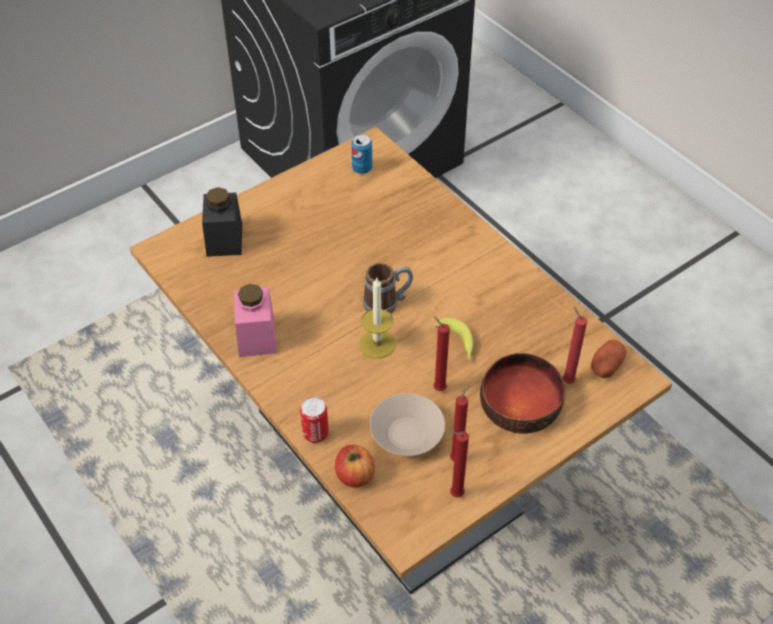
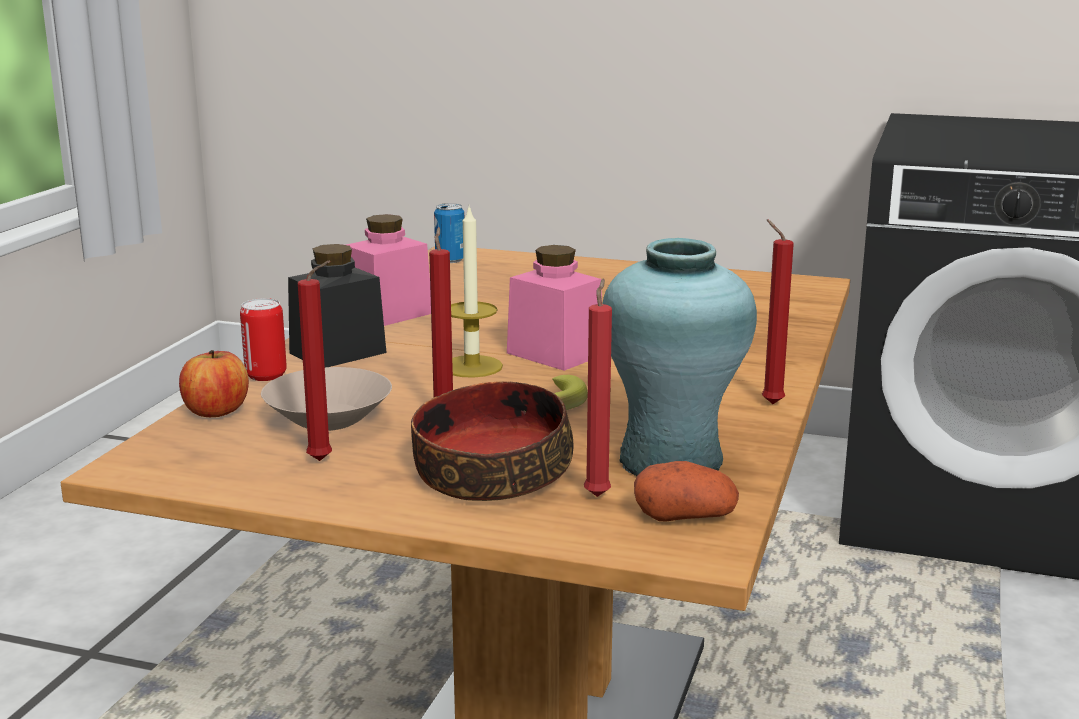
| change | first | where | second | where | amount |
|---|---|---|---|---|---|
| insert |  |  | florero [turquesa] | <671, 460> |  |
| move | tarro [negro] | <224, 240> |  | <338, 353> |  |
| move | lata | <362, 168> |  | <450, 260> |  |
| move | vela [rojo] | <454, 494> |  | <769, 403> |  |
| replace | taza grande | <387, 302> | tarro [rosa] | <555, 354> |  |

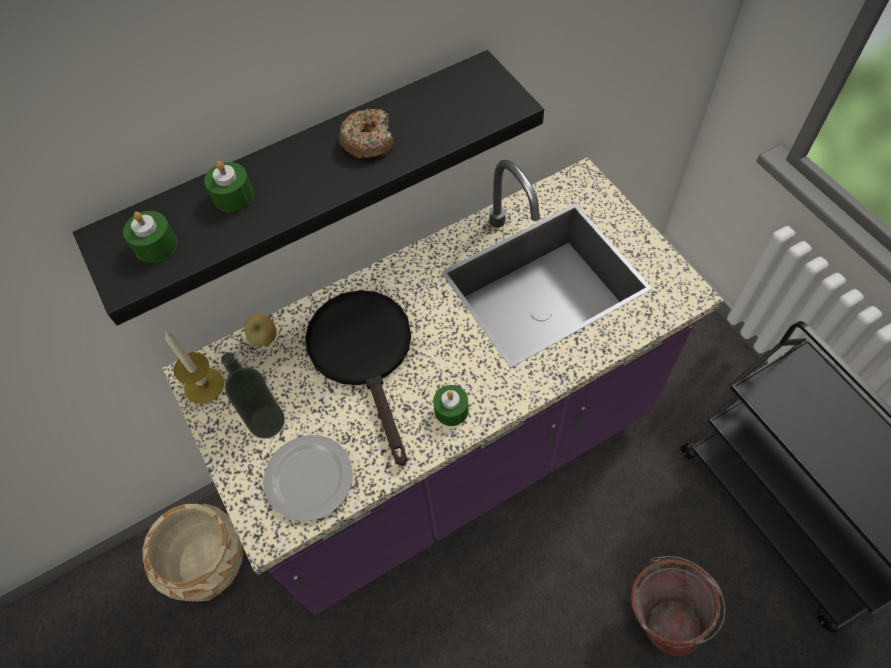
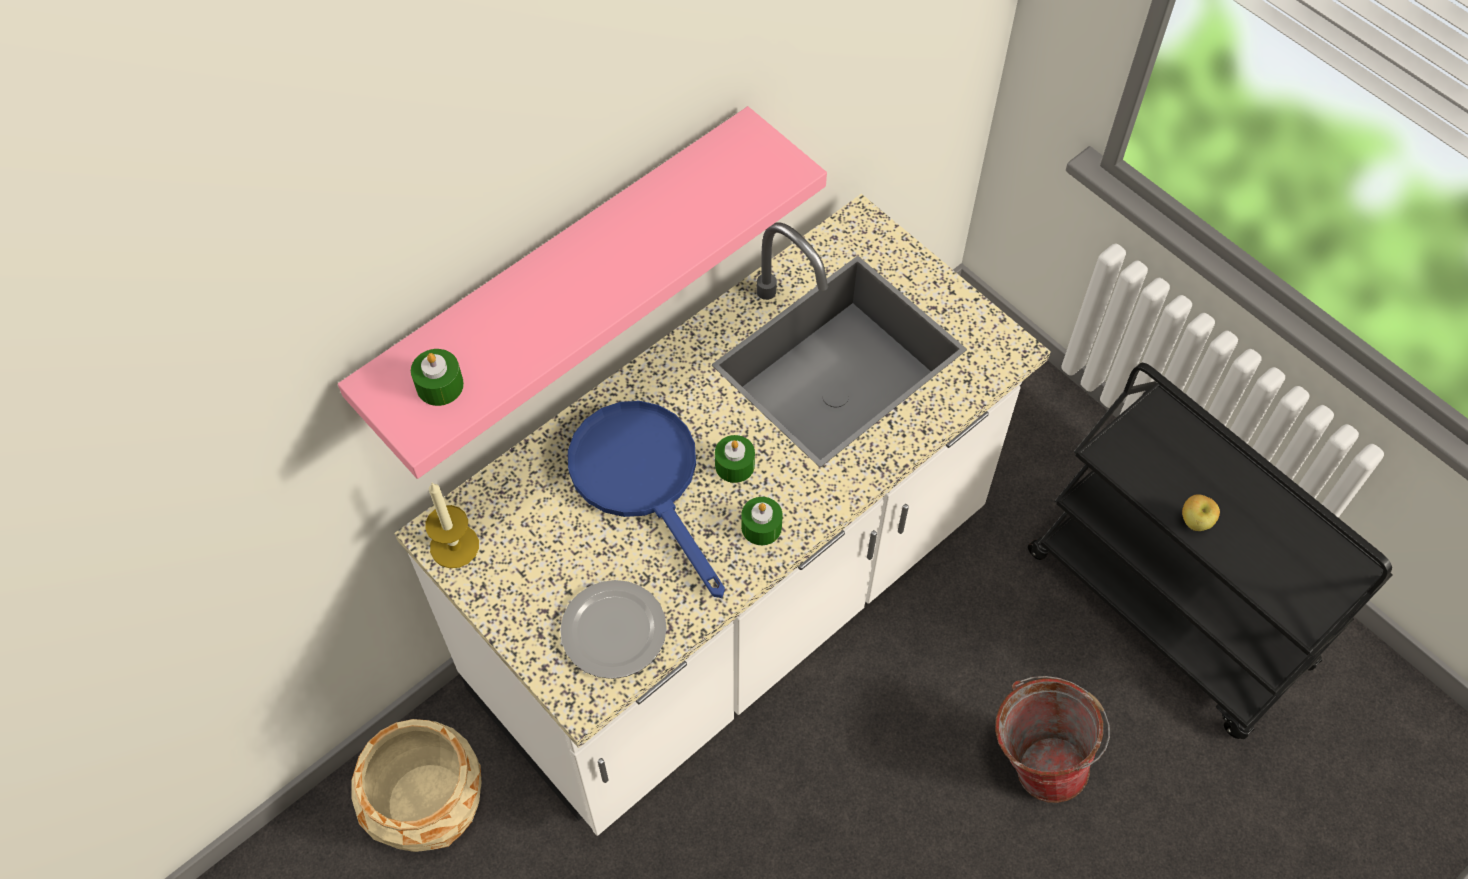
| change | first | where | second | where | amount |
|---|---|---|---|---|---|
| delete | botella | <266, 421> |  |  |  |
| delete | rosquilla | <368, 141> |  |  |  |
| move | vela [verde] | <233, 196> |  | <734, 465> |  |
| move | manzana | <265, 339> |  | <1195, 522> |  |
| recolor | estante [negro] | <305, 172> | estante [rosa] | <560, 274> |  |
| recolor | mueble bajo de cocina [morado] | <455, 456> | mueble bajo de cocina [blanco] | <734, 608> |  |
| recolor | sartén [negro] | <365, 355> | sartén [azul] | <643, 479> |  |

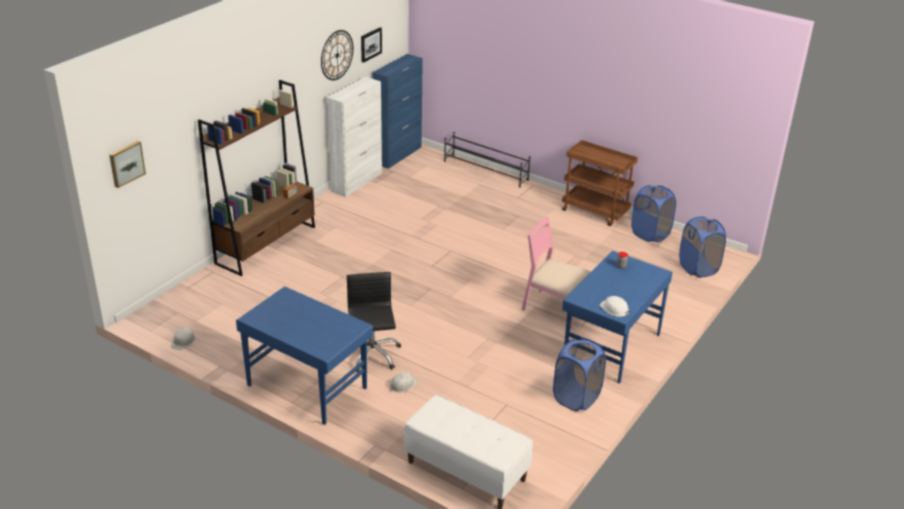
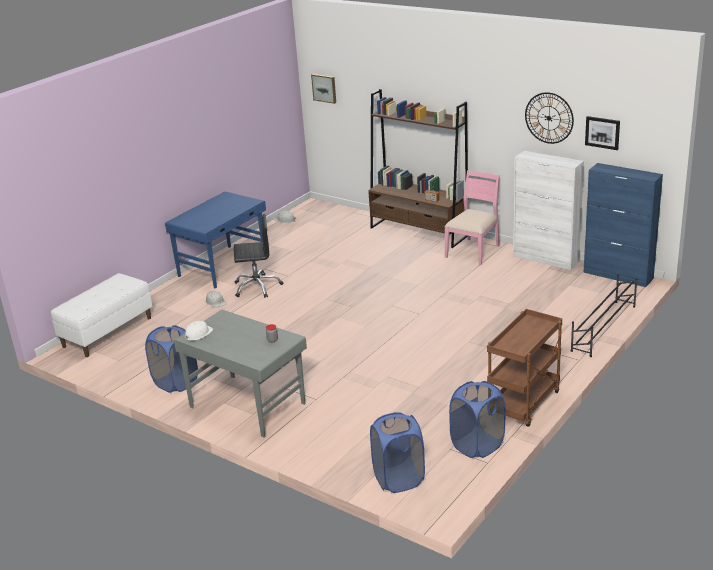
| change | first | where | second | where | amount |
|---|---|---|---|---|---|
| move | silla [rosa] | <554, 308> |  | <473, 251> |  |
| recolor | escritorio [azul] | <610, 346> | escritorio [gris] | <247, 404> |  |

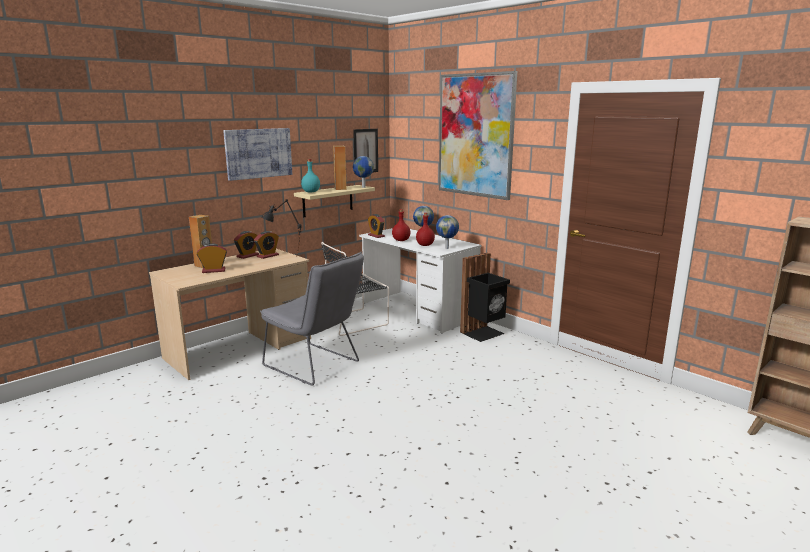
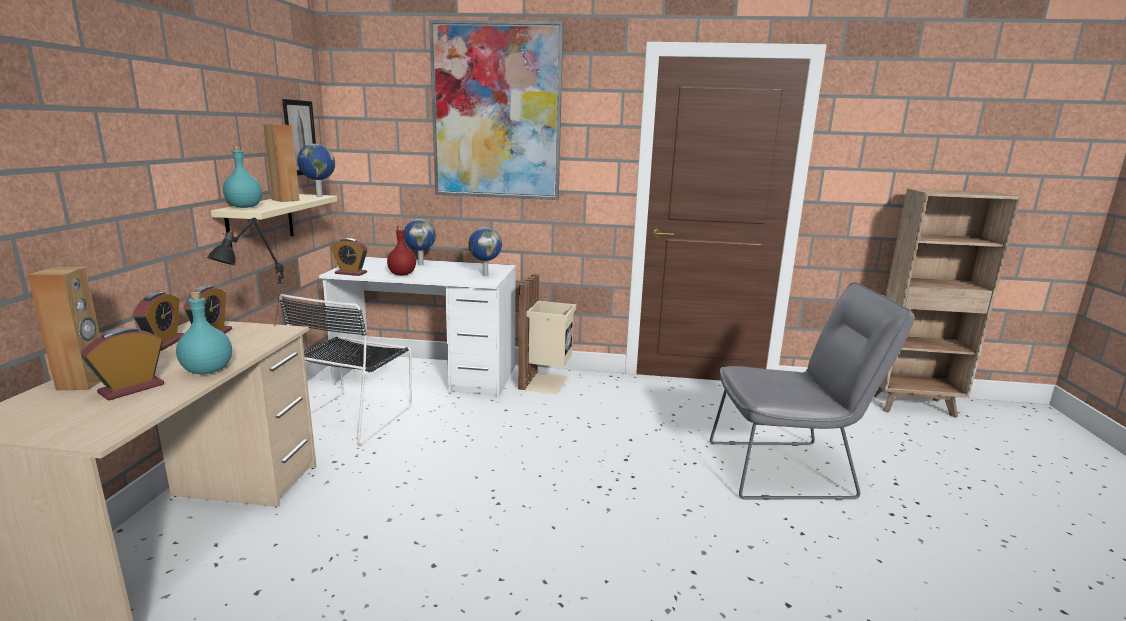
| change | first | where | second | where | amount |
|---|---|---|---|---|---|
| delete | cuadro | <258, 153> |  |  |  |
| delete | botella [rojo] | <425, 245> |  |  |  |
| insert |  |  | botella [turquesa] | <208, 371> |  |
| move | silla [gris] | <316, 365> |  | <789, 470> |  |
| recolor | papelera [negro] | <483, 333> | papelera [beis] | <546, 382> |  |

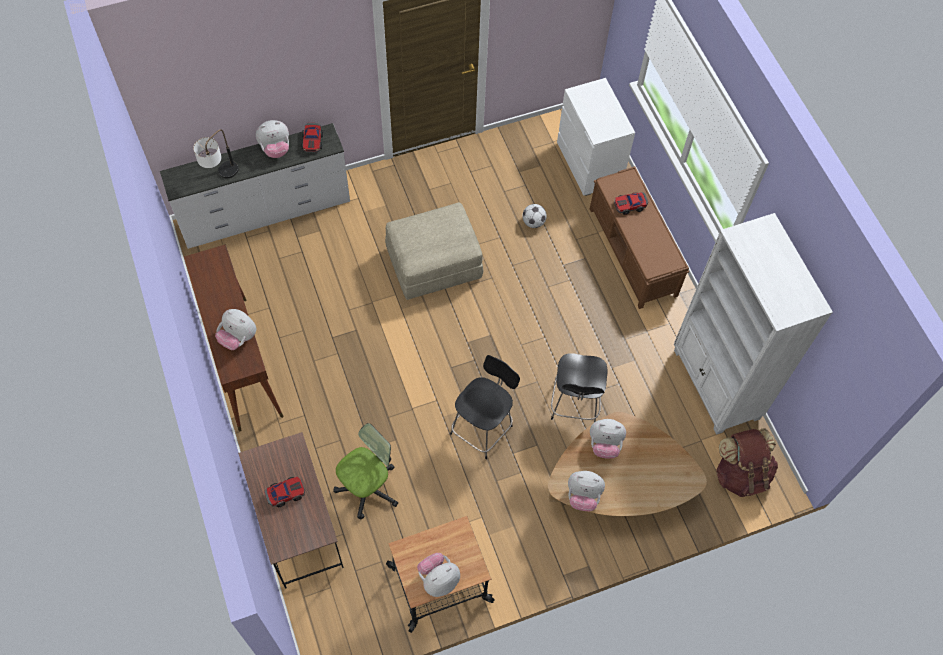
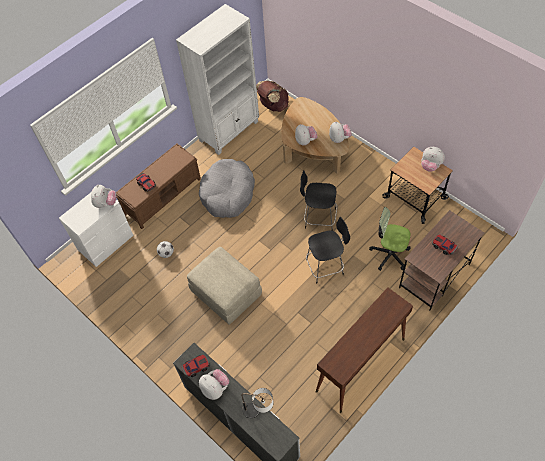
| change | first | where | second | where | amount |
|---|---|---|---|---|---|
| insert |  |  | cama para perro [gris] | <228, 193> |  |
| move | peluche | <238, 337> |  | <106, 203> |  |
| move | silla [negro] | <574, 404> |  | <326, 266> |  |

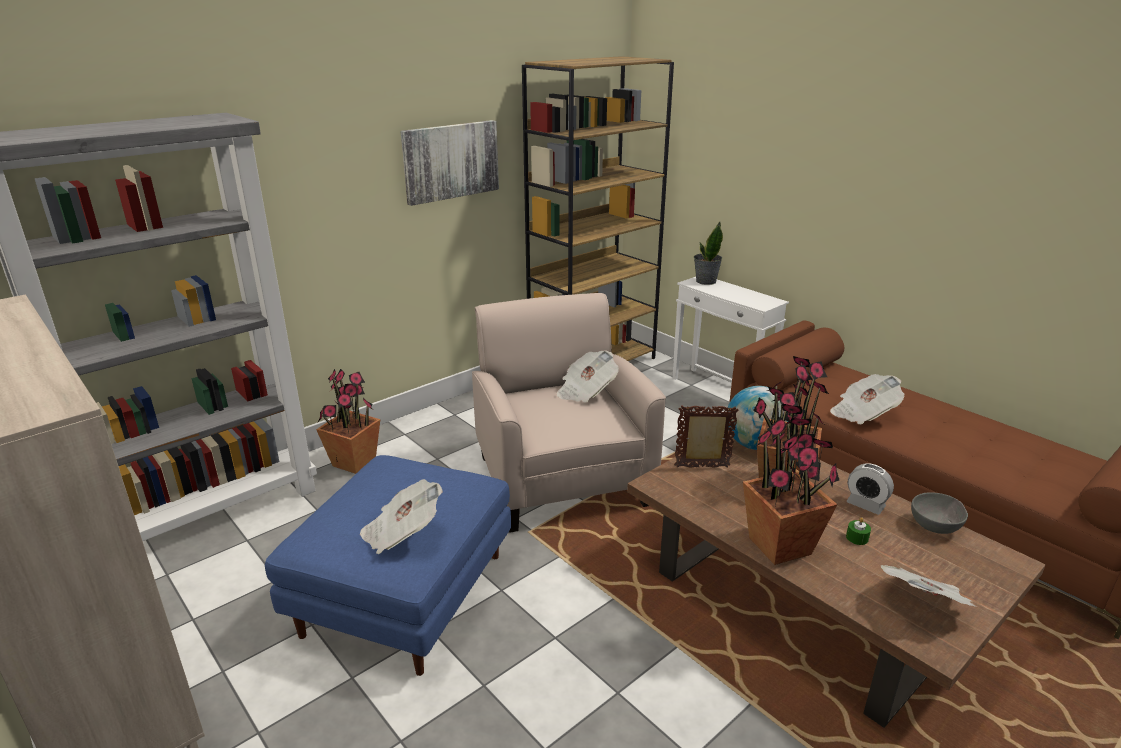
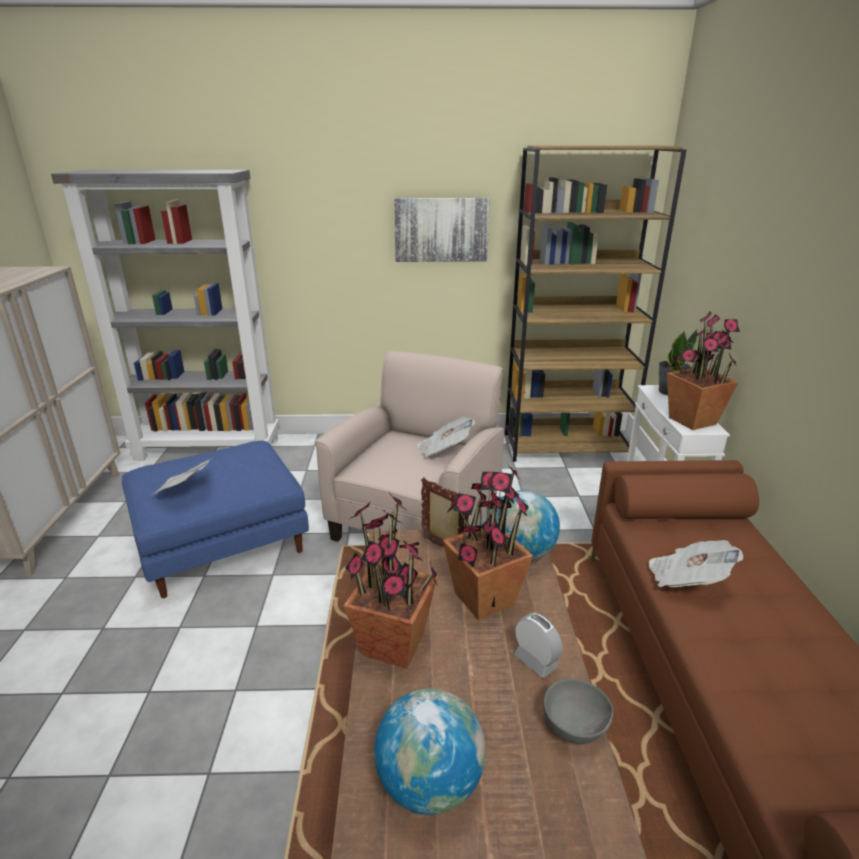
| change | first | where | second | where | amount |
|---|---|---|---|---|---|
| delete | vela [verde] | <857, 538> |  |  |  |
| move | planta en maceta | <354, 462> |  | <692, 420> |  |
| replace | periódico | <924, 603> | globo terráqueo | <430, 783> |  |
| rotate | despertador | <865, 505> |  | <535, 661> | 150 degrees clockwise |

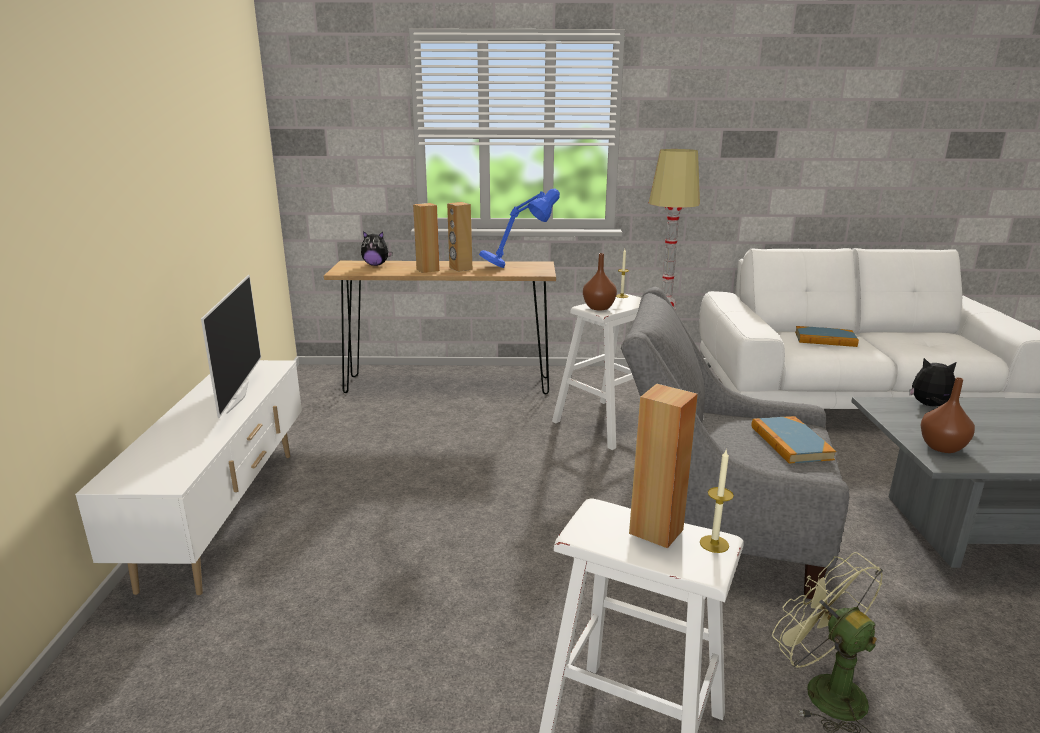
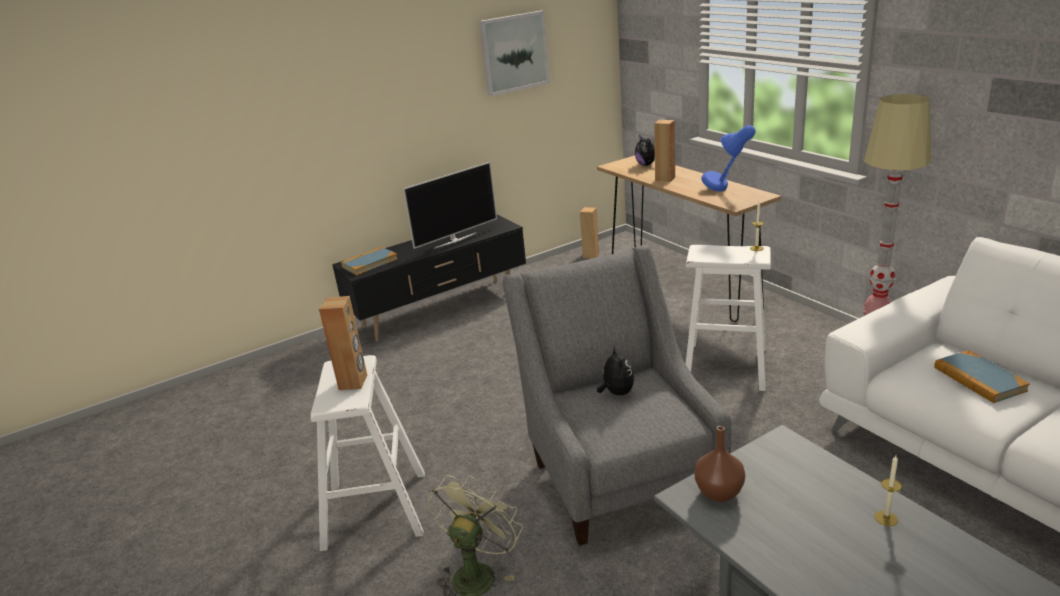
| change | first | where | second | where | amount |
|---|---|---|---|---|---|
| delete | florero [marrón] | <599, 308> |  |  |  |
| insert |  |  | cuadro | <514, 53> |  |
| move | altavoz [marrón] | <460, 268> |  | <590, 255> |  |
| move | vela | <714, 544> |  | <886, 518> |  |
| move | libro | <790, 443> |  | <369, 263> |  |
| move | peluche | <929, 406> |  | <616, 392> |  |
| recolor | mueble de televisión [blanco] | <226, 514> | mueble de televisión [negro] | <441, 310> |  |

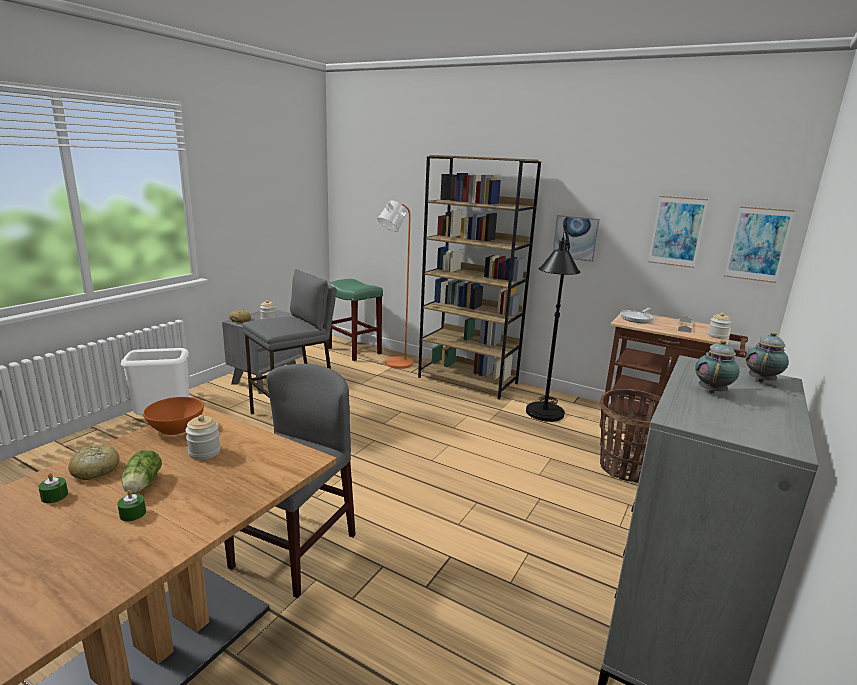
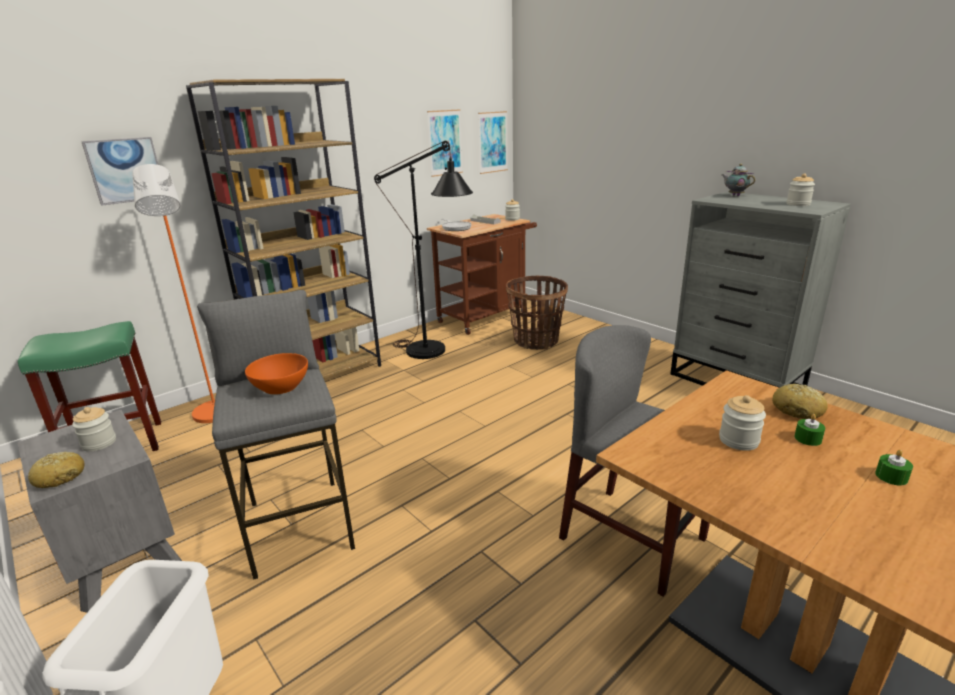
| change | first | where | second | where | amount |
|---|---|---|---|---|---|
| delete | lechuga | <141, 485> |  |  |  |
| delete | tetera | <712, 391> |  |  |  |
| insert |  |  | tarro | <798, 204> |  |
| move | vela [verde] | <54, 496> |  | <807, 438> |  |
| move | pan | <95, 470> |  | <797, 410> |  |
| move | cuenco [naranja] | <176, 427> |  | <280, 386> |  |
| move | cuadro | <575, 238> |  | <125, 170> |  |

